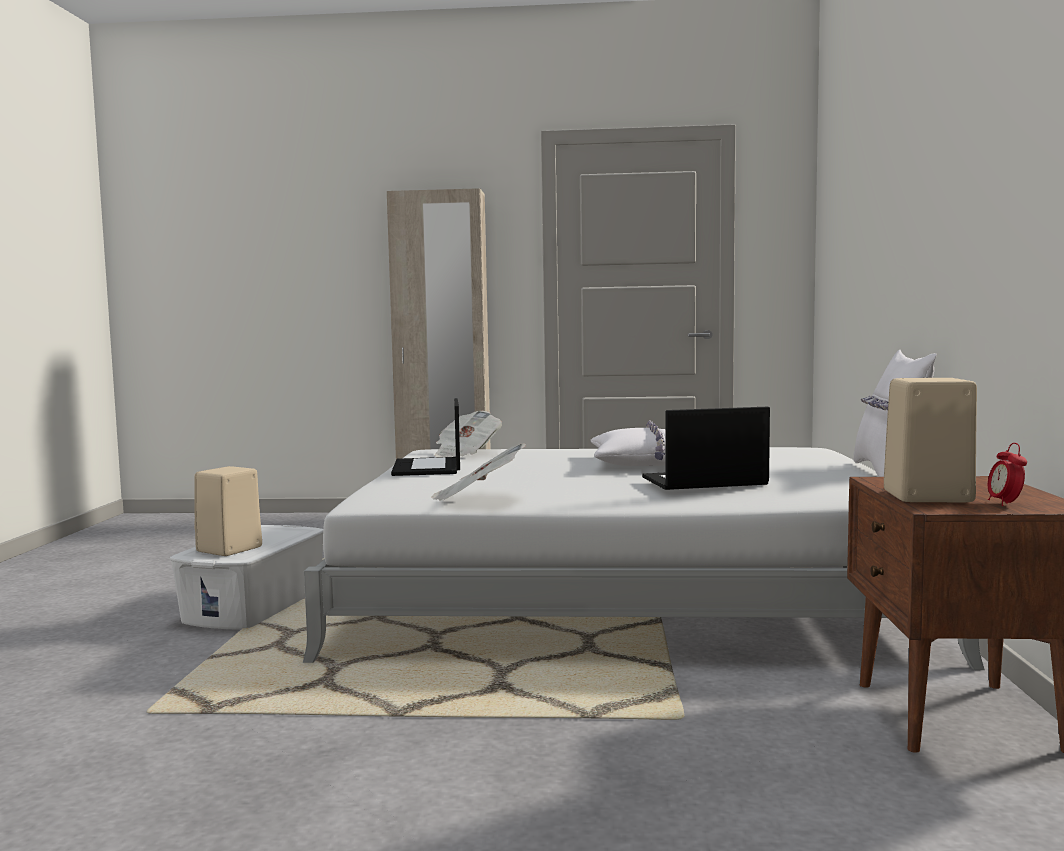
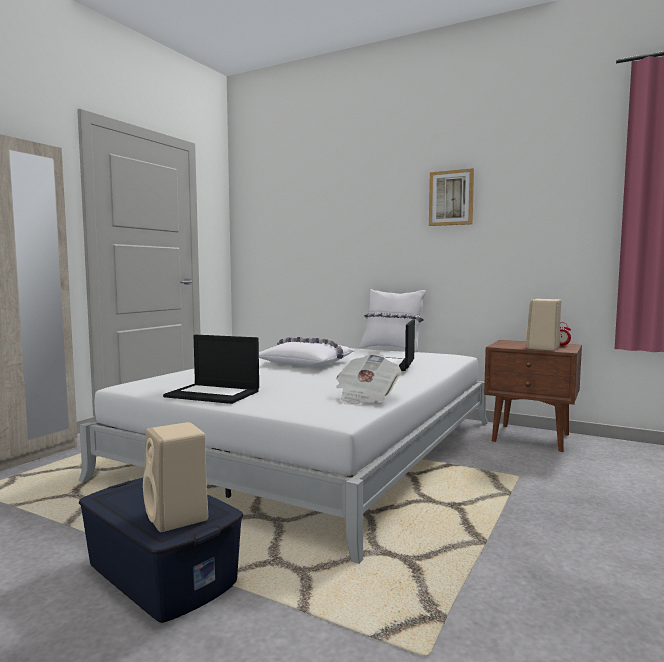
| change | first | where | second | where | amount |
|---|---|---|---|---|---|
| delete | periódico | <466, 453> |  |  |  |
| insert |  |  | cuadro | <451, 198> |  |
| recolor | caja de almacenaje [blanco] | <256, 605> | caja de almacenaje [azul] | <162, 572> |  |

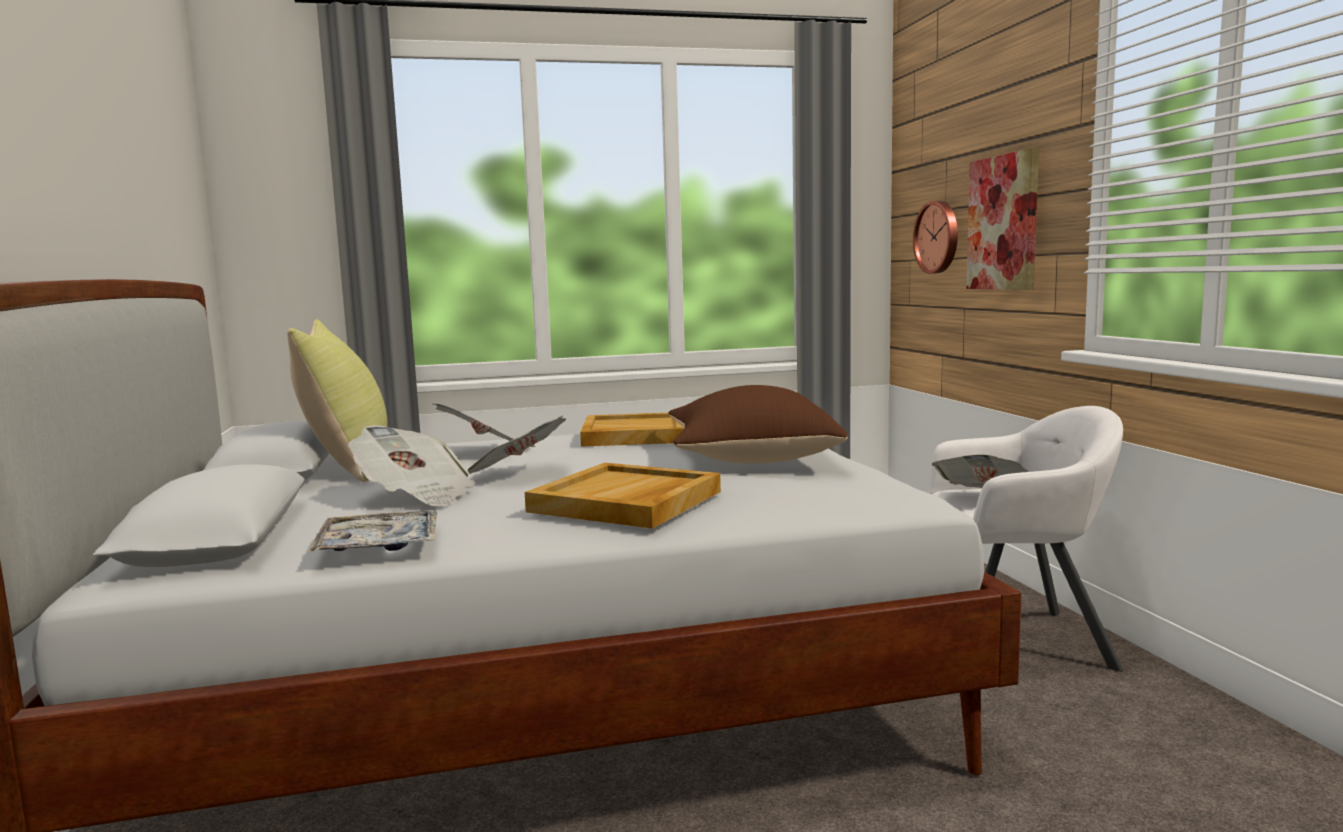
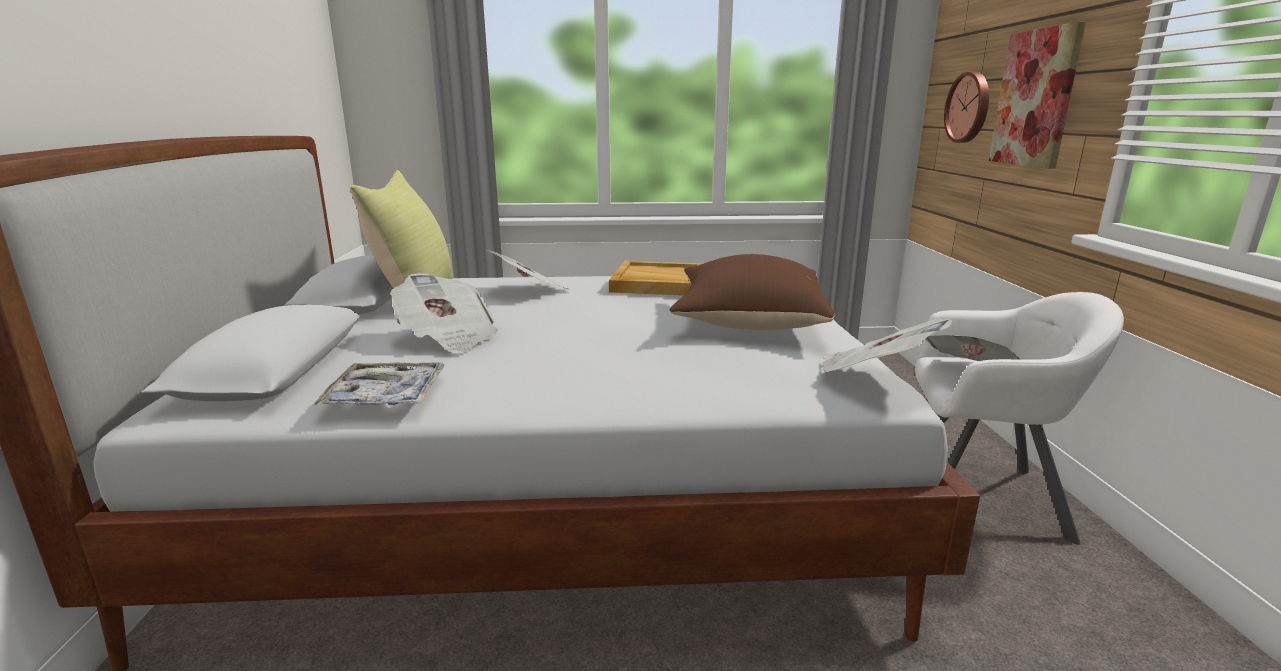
| change | first | where | second | where | amount |
|---|---|---|---|---|---|
| delete | bandeja [beis] | <626, 502> |  |  |  |
| move | periódico | <515, 475> |  | <874, 376> |  |

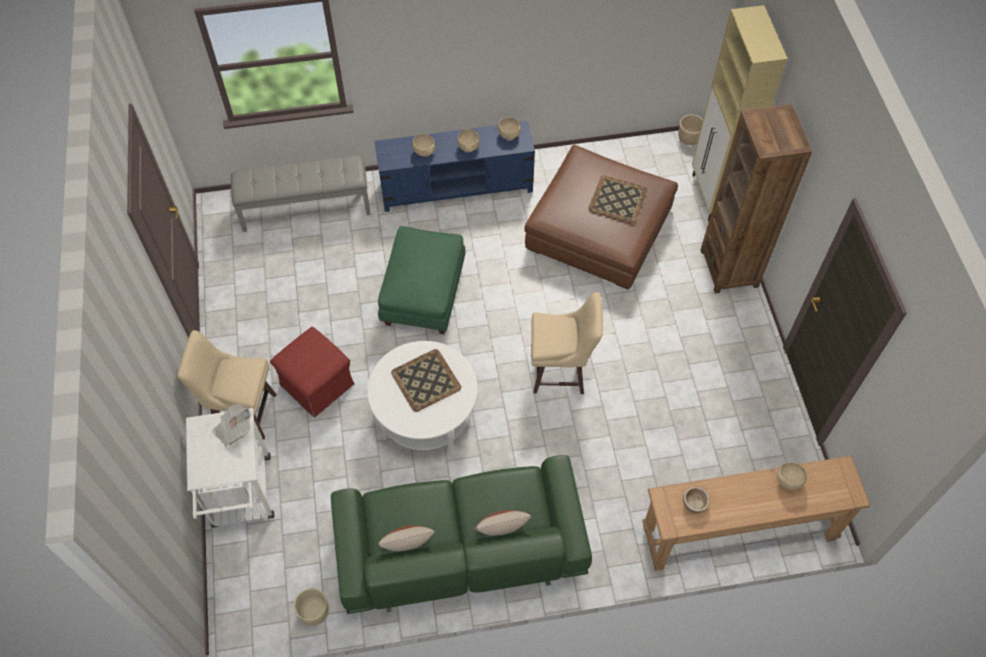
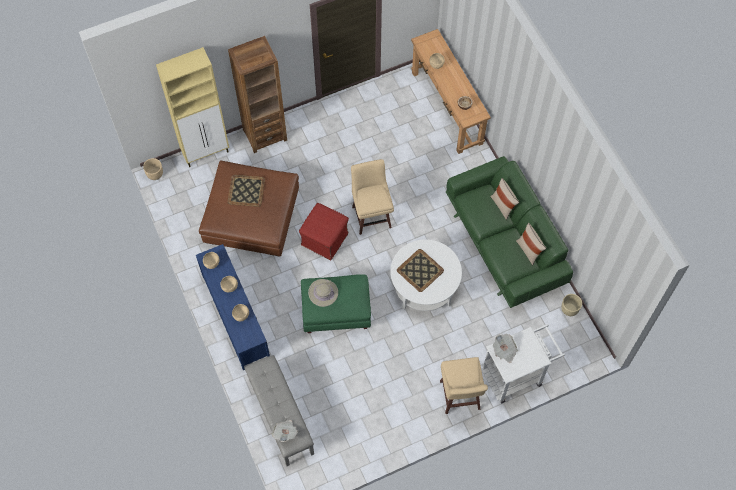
| change | first | where | second | where | amount |
|---|---|---|---|---|---|
| insert |  |  | periódico | <285, 432> |  |
| insert |  |  | sombrero [beis] | <323, 293> |  |
| move | puf [rojo] | <317, 385> |  | <325, 238> |  |

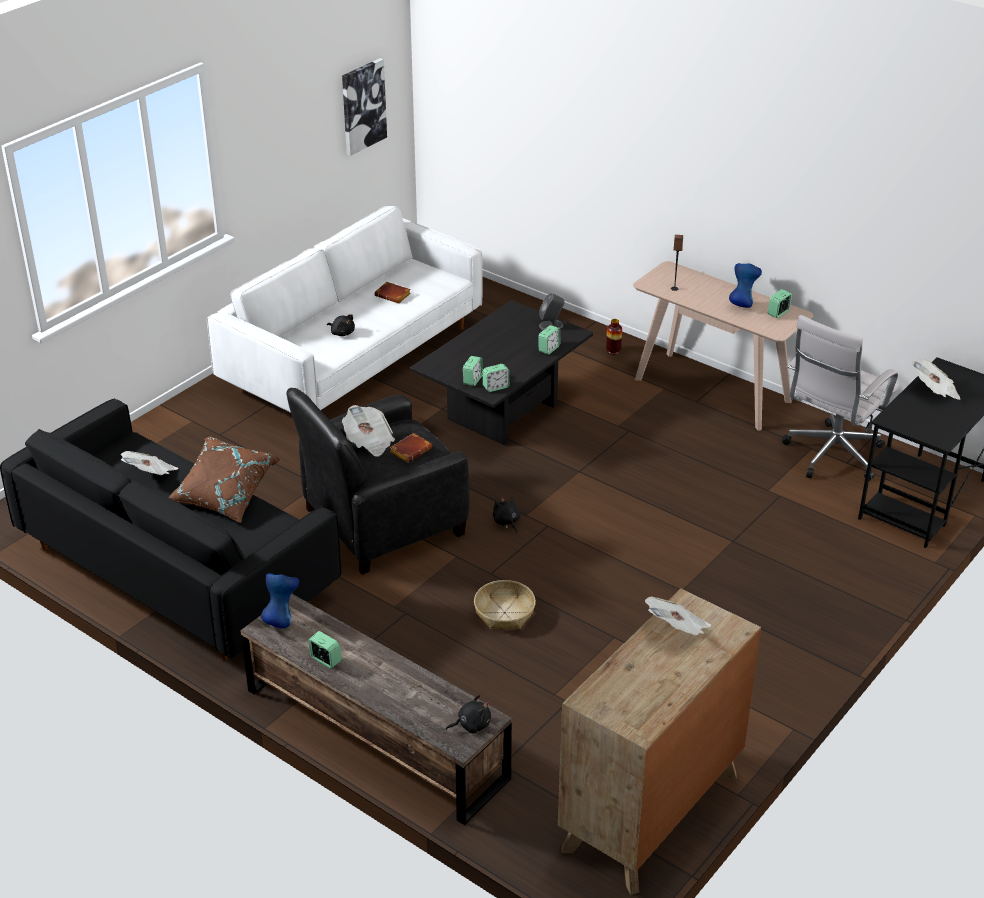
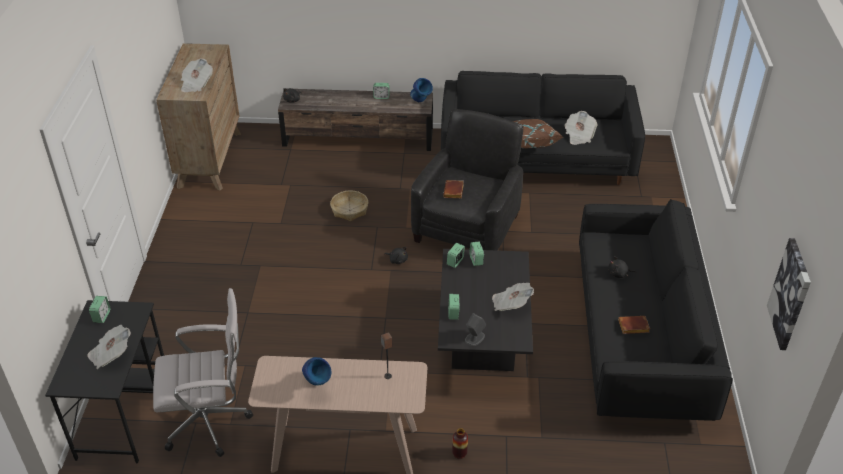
| change | first | where | second | where | amount |
|---|---|---|---|---|---|
| move | periódico | <369, 442> |  | <511, 304> |  |
| move | despertador | <778, 313> |  | <102, 316> |  |
| recolor | sofá [blanco] | <354, 357> | sofá [negro] | <639, 337> |  |
| rotate | silla de oficina [blanco] | <830, 457> |  | <211, 422> | 75 degrees clockwise |

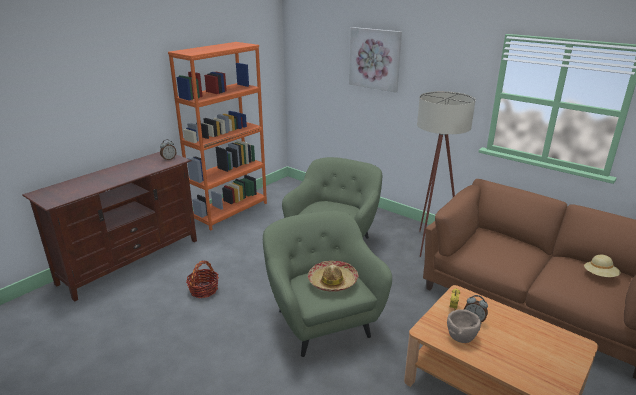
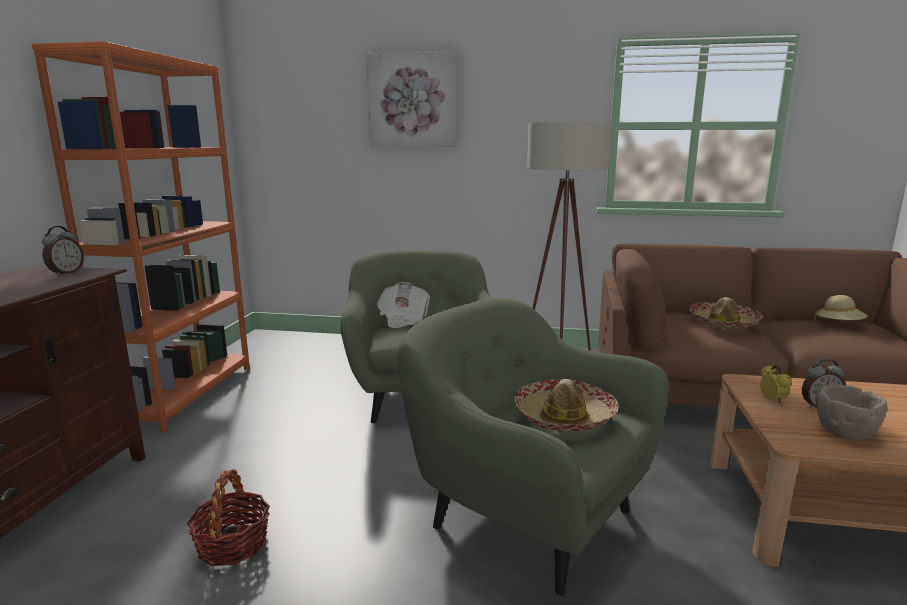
| change | first | where | second | where | amount |
|---|---|---|---|---|---|
| insert |  |  | periódico | <403, 319> |  |
| insert |  |  | sombrero | <723, 322> |  |

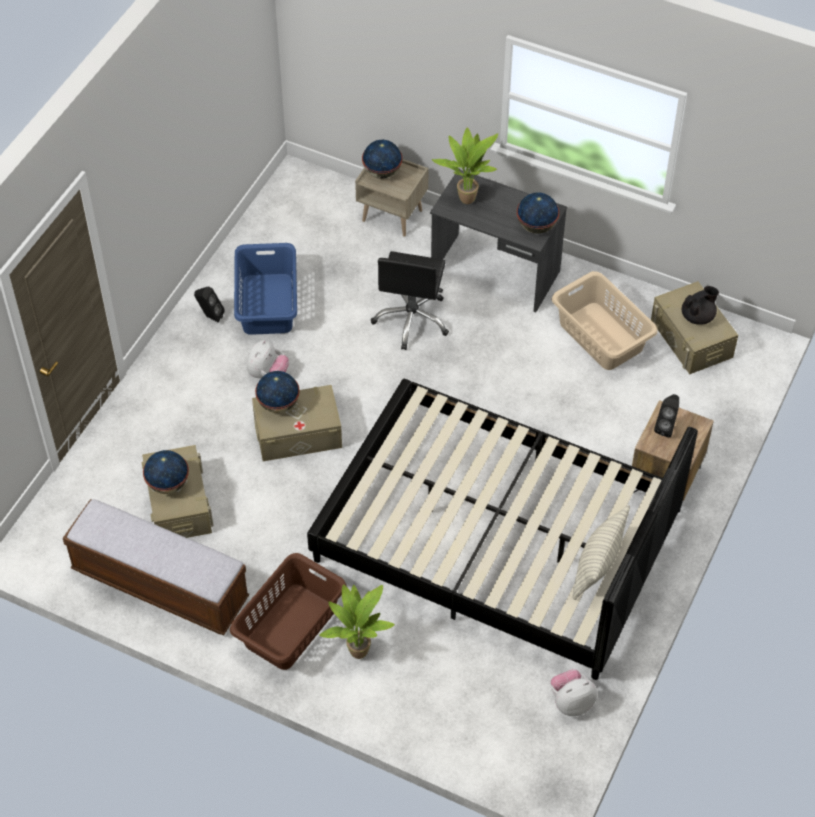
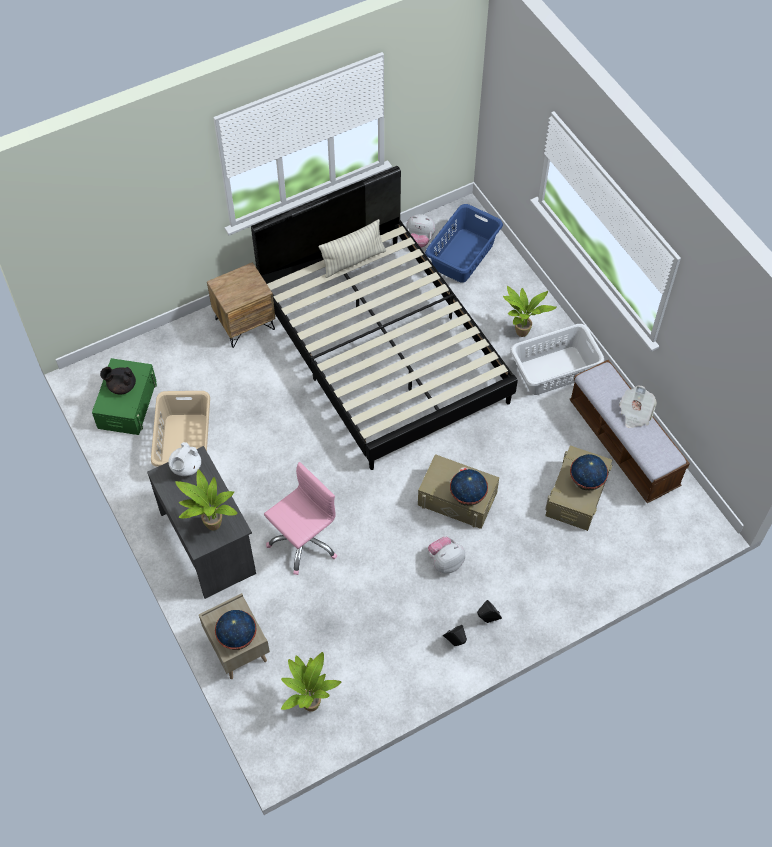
| change | first | where | second | where | amount |
|---|---|---|---|---|---|
| insert |  |  | planta en maceta | <309, 703> |  |
| insert |  |  | periódico | <635, 413> |  |
| move | cesto de la ropa [azul] | <266, 304> |  | <463, 255> |  |
| move | altavoz [negro] | <666, 427> |  | <487, 620> |  |
| replace | globo terráqueo | <536, 226> | tetera [blanco] | <185, 467> |  |
| recolor | cesto de la ropa [marrón] | <289, 626> | cesto de la ropa [blanco] | <554, 371> |  |
| recolor | silla de oficina [negro] | <412, 319> | silla de oficina [rosa] | <303, 541> |  |
| recolor | caja de almacenaje [beis] | <691, 338> | caja de almacenaje [verde] | <127, 404> |  |

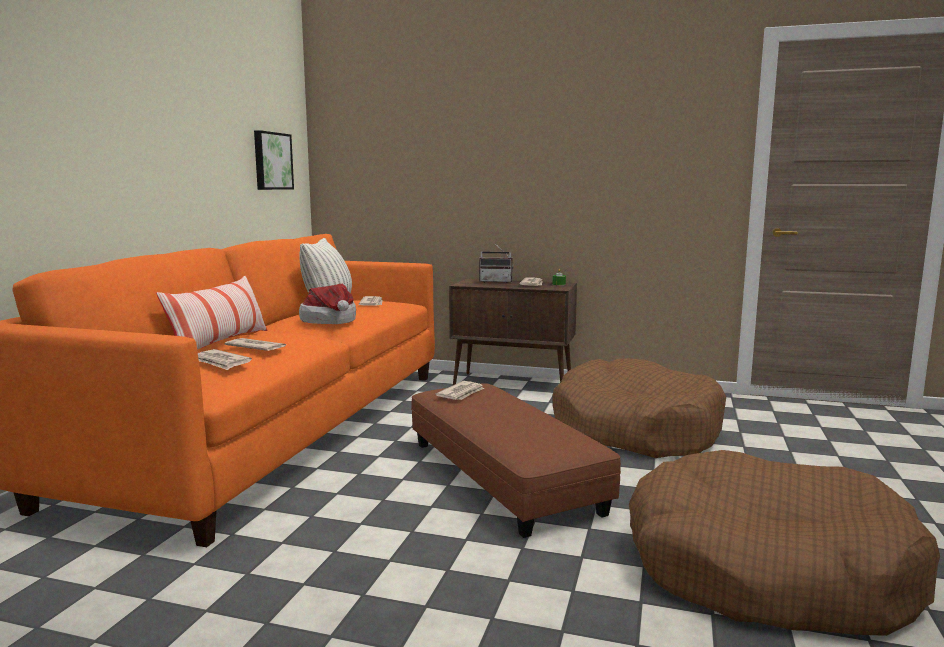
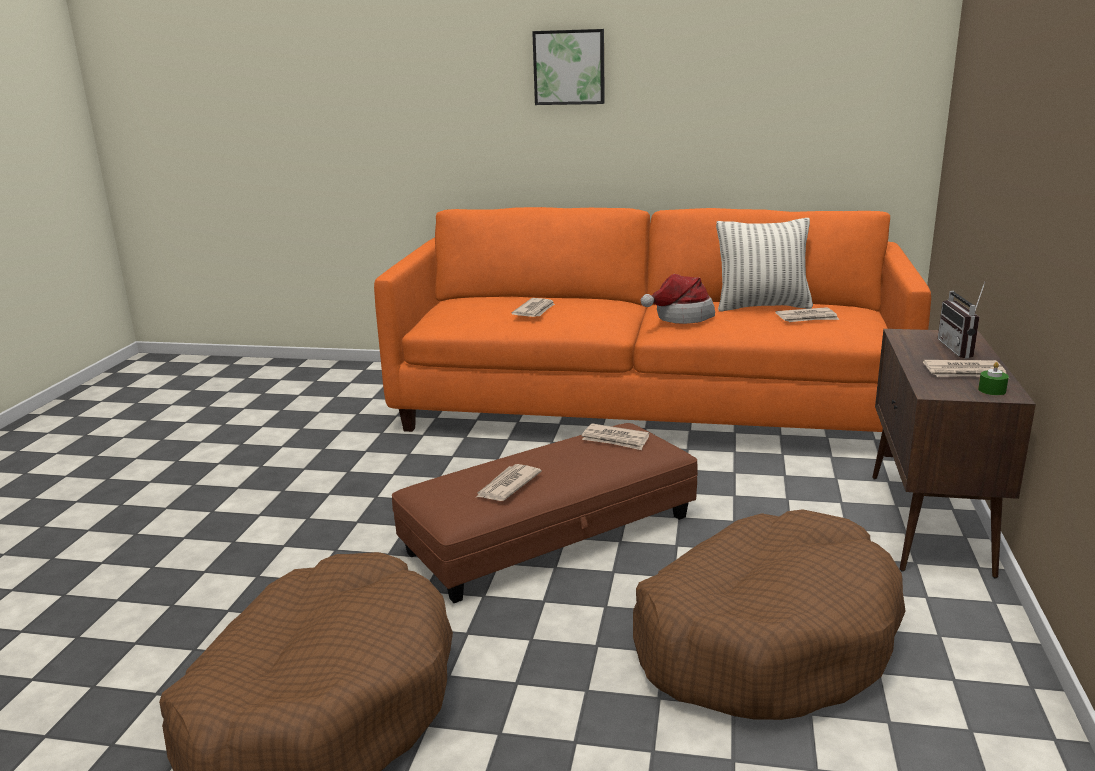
| change | first | where | second | where | amount |
|---|---|---|---|---|---|
| delete | cojín | <220, 344> |  |  |  |
| move | periódico | <220, 362> |  | <507, 486> |  |
| move | cuadro | <271, 161> |  | <569, 67> |  |

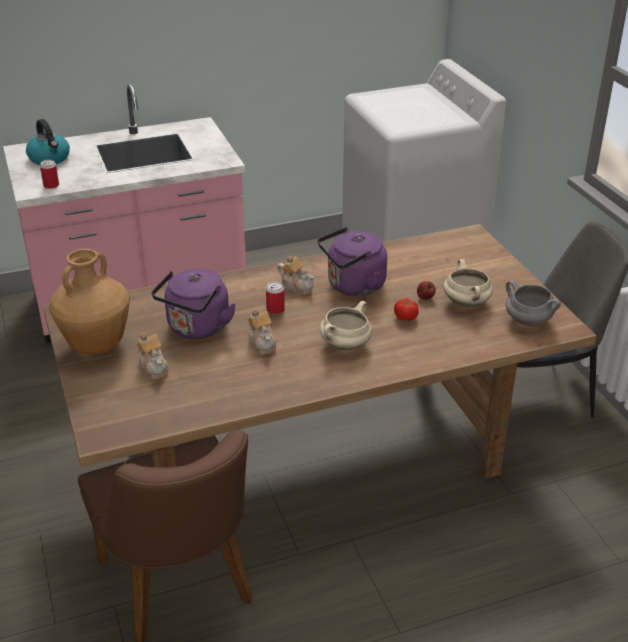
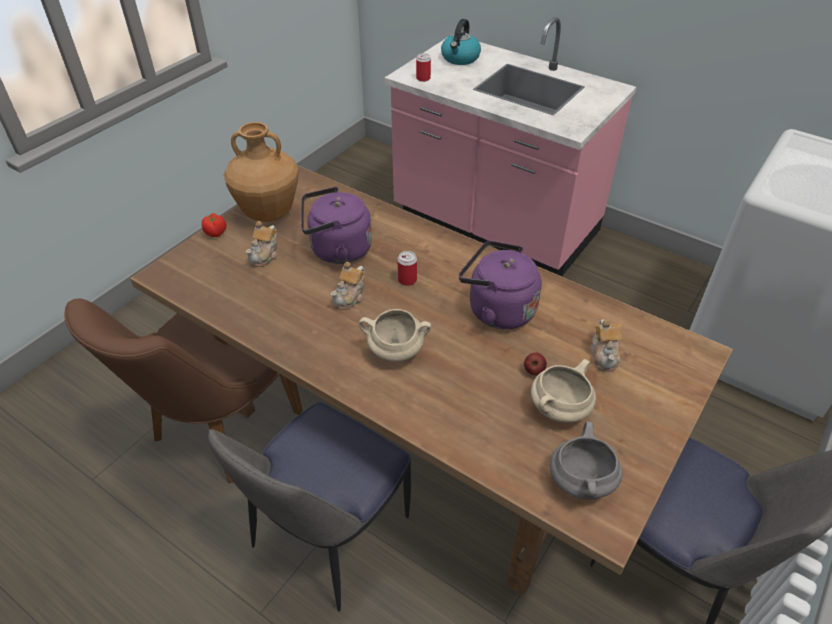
| change | first | where | second | where | amount |
|---|---|---|---|---|---|
| insert |  |  | silla | <328, 536> |  |
| move | tetera | <297, 286> |  | <604, 355> |  |
| move | tomate | <405, 318> |  | <216, 233> |  |

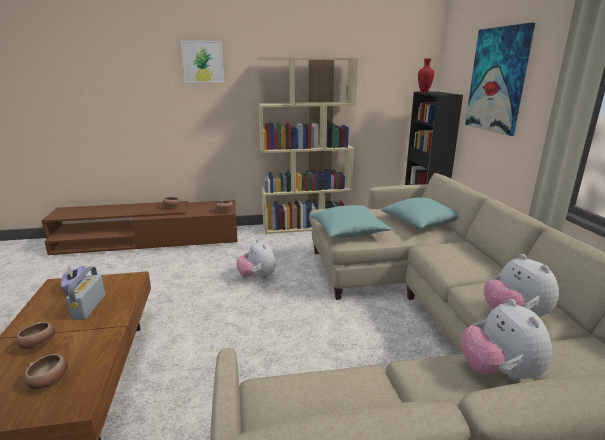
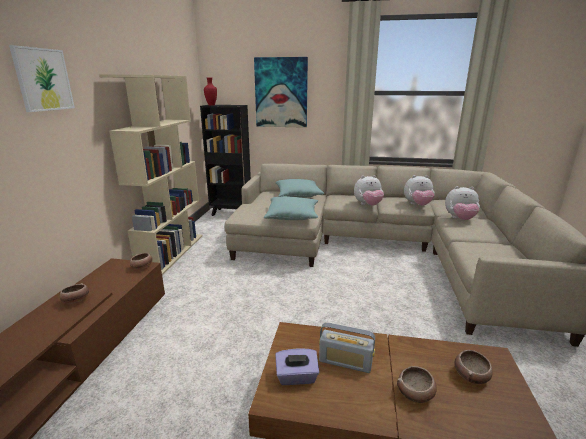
| change | first | where | second | where | amount |
|---|---|---|---|---|---|
| move | peluche | <257, 277> |  | <368, 205> |  |

